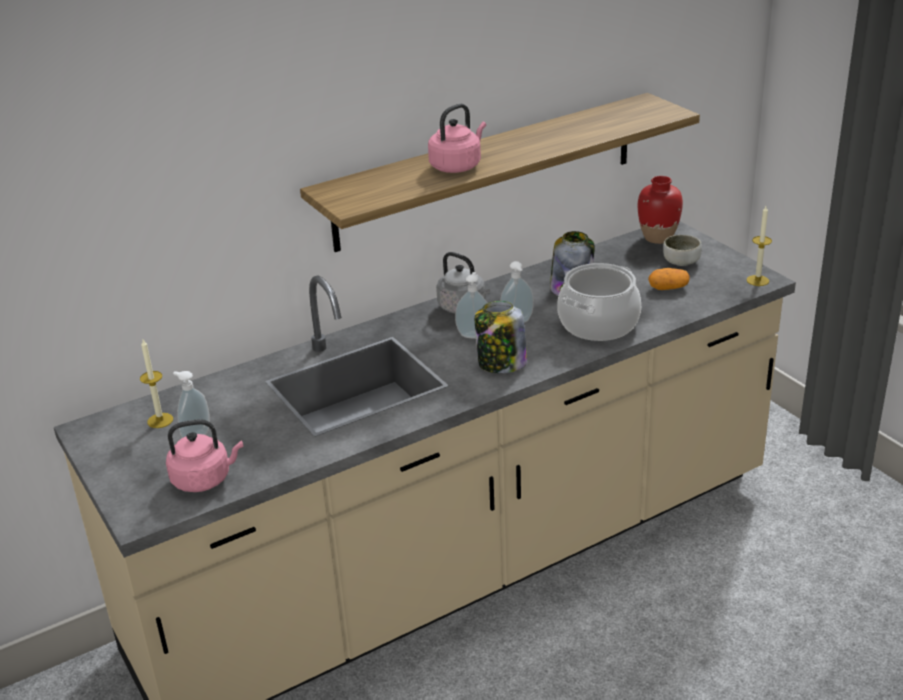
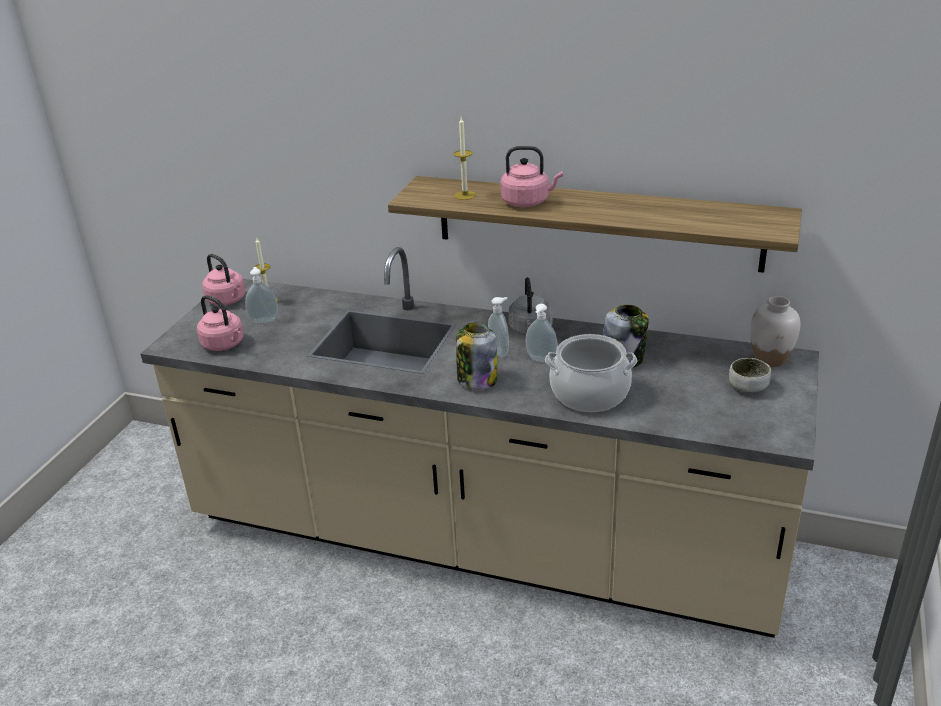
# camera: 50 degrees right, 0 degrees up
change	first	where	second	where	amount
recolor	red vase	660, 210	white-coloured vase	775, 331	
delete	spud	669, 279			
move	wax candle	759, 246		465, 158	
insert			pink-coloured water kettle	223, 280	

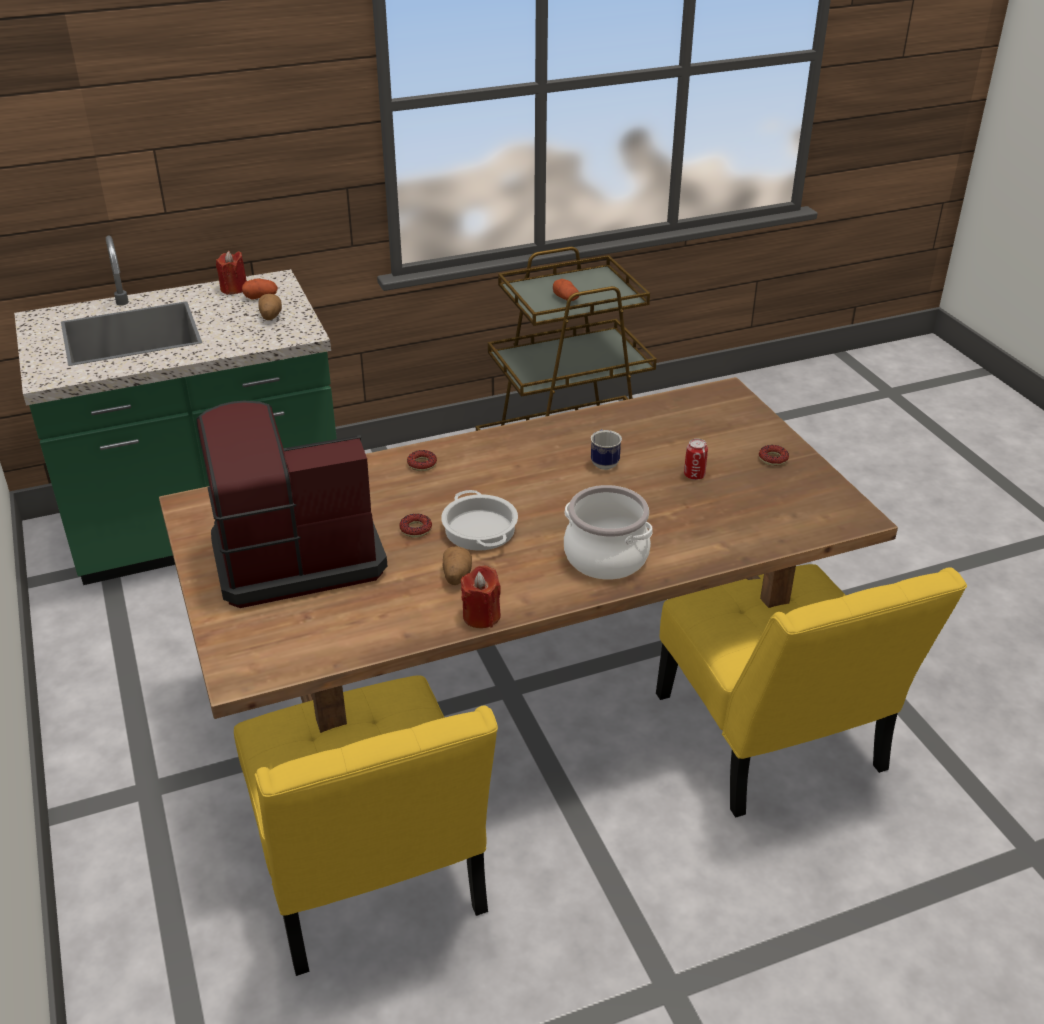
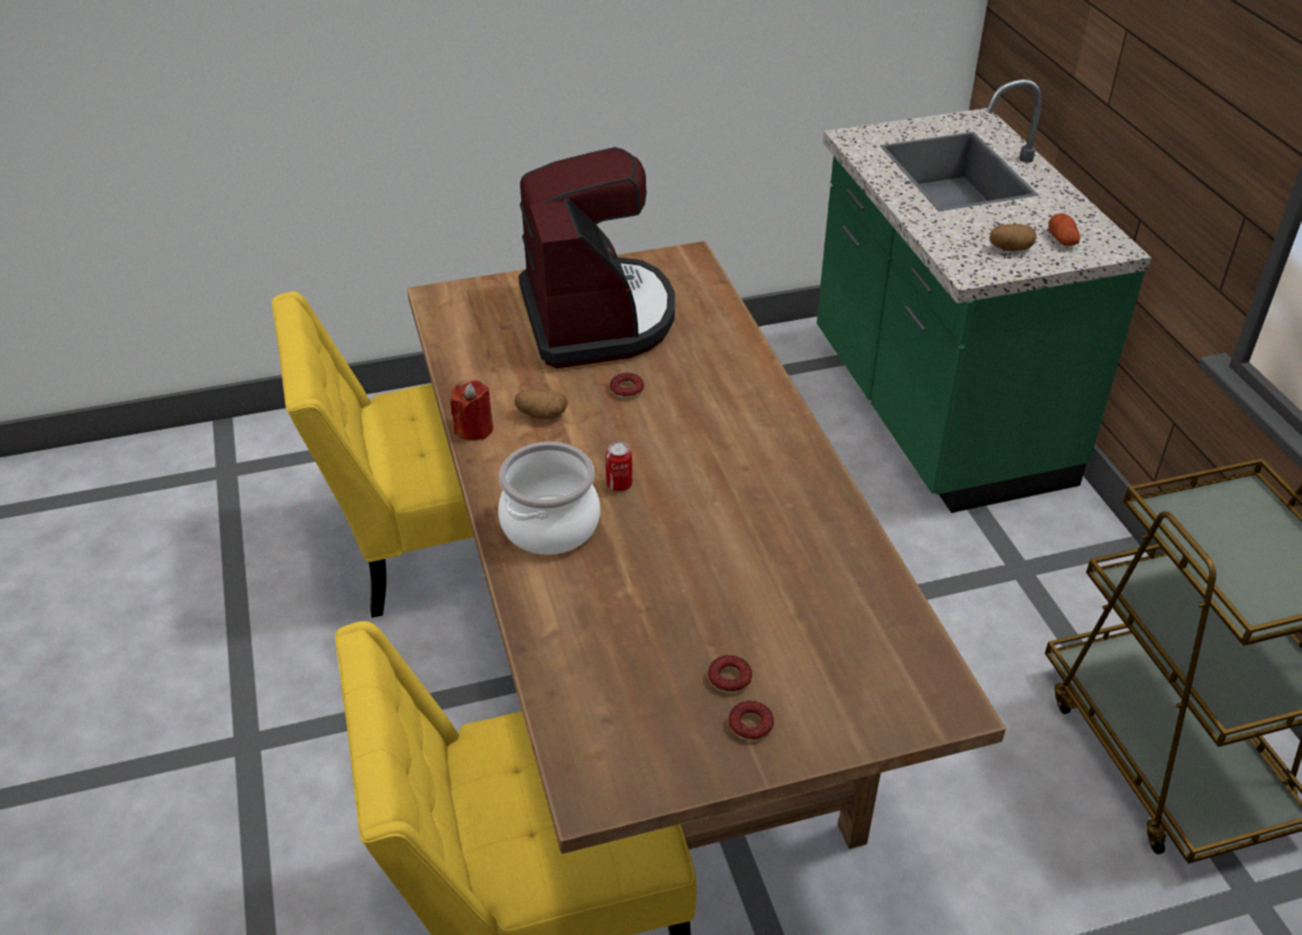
# camera: 95 degrees right, 5 degrees up
change	first	where	second	where	amount
delete	red wax candle	231, 273			
move	doughnut	422, 460		730, 674	
delete	cooking pot	479, 520			
delete	spud	566, 290			
delete	mug	606, 449			
move	metal can	696, 459		619, 466	

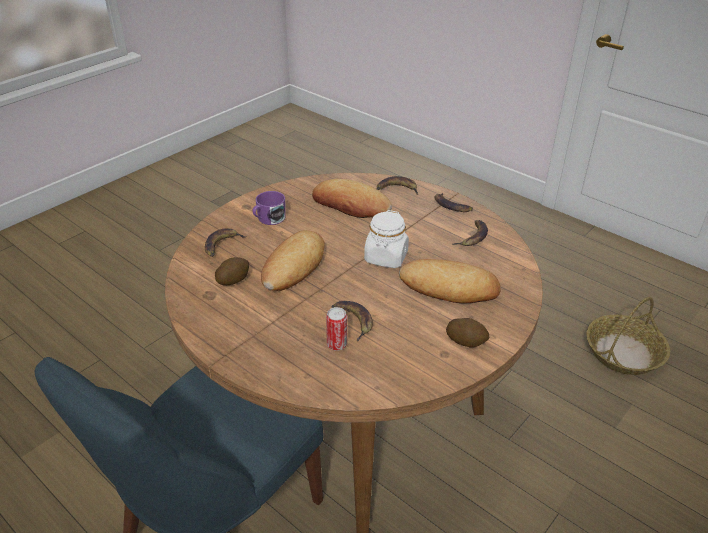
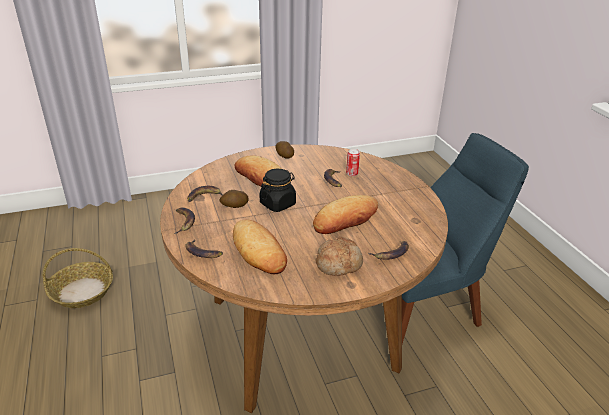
# camera: 150 degrees left, 5 degrees down
change	first	where	second	where	amount
move	spud	232, 271		234, 199	
replace	purplish mug	269, 208	baked bread	339, 256	
recolor	white-coloured storage jar	386, 239	blackish storage jar	278, 190	

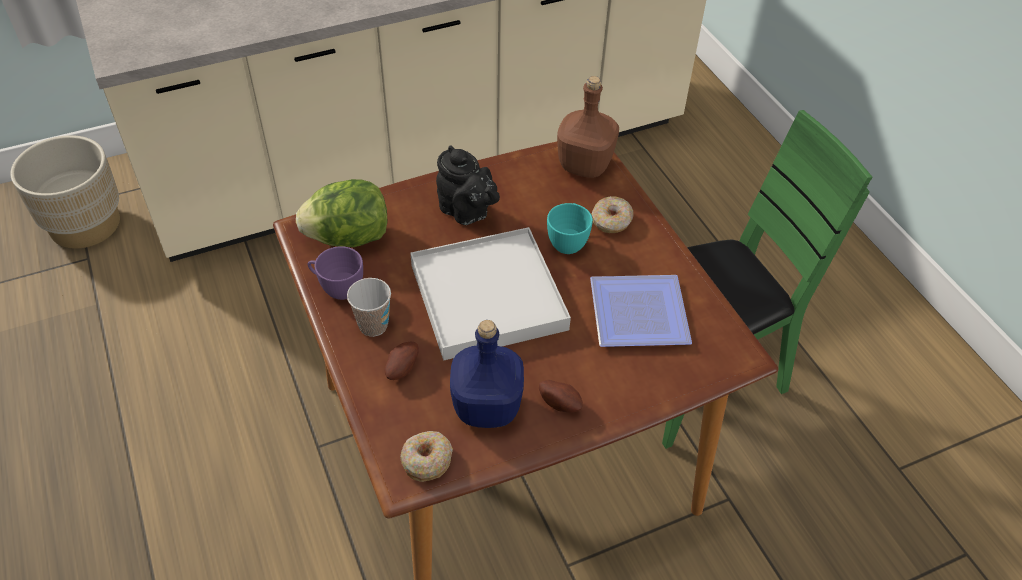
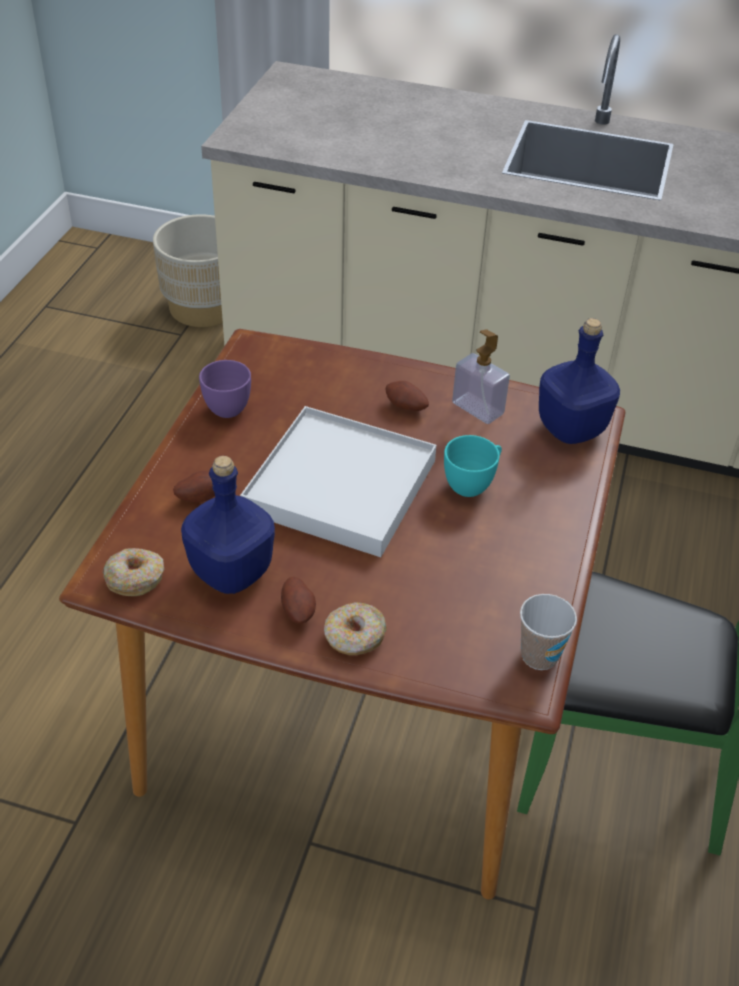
# camera: 40 degrees right, 5 degrees down
change	first	where	second	where	amount
delete	head of lettuce	341, 213			
move	cup	369, 307		548, 632	
replace	blackish pot for tea	468, 185	spud	407, 396	
recolor	brown beverage bottle	588, 127	blue beverage bottle	579, 381	
delete	flat dish	641, 311			
move	doughnut	612, 214		355, 628	
insert			liquid soap bottle	481, 376	

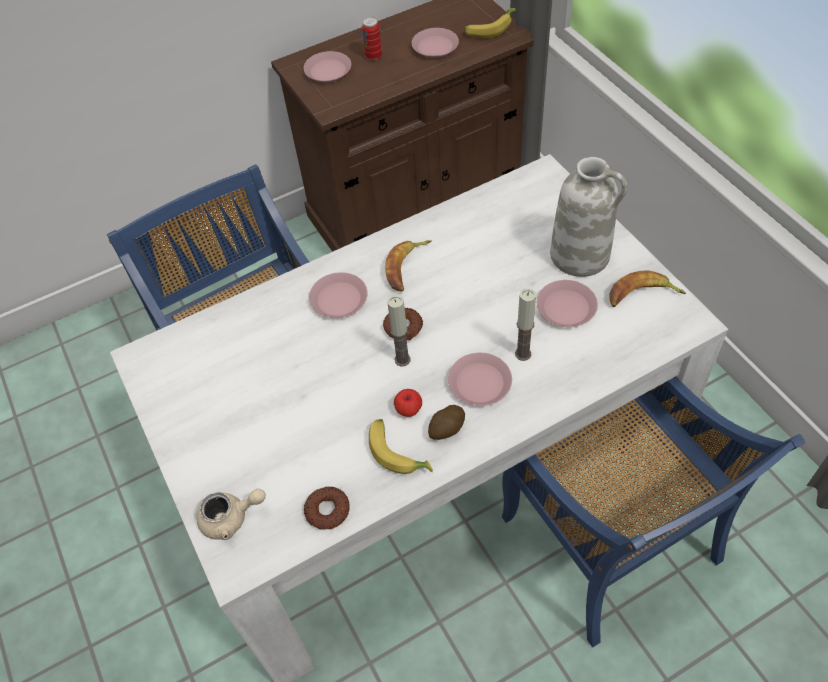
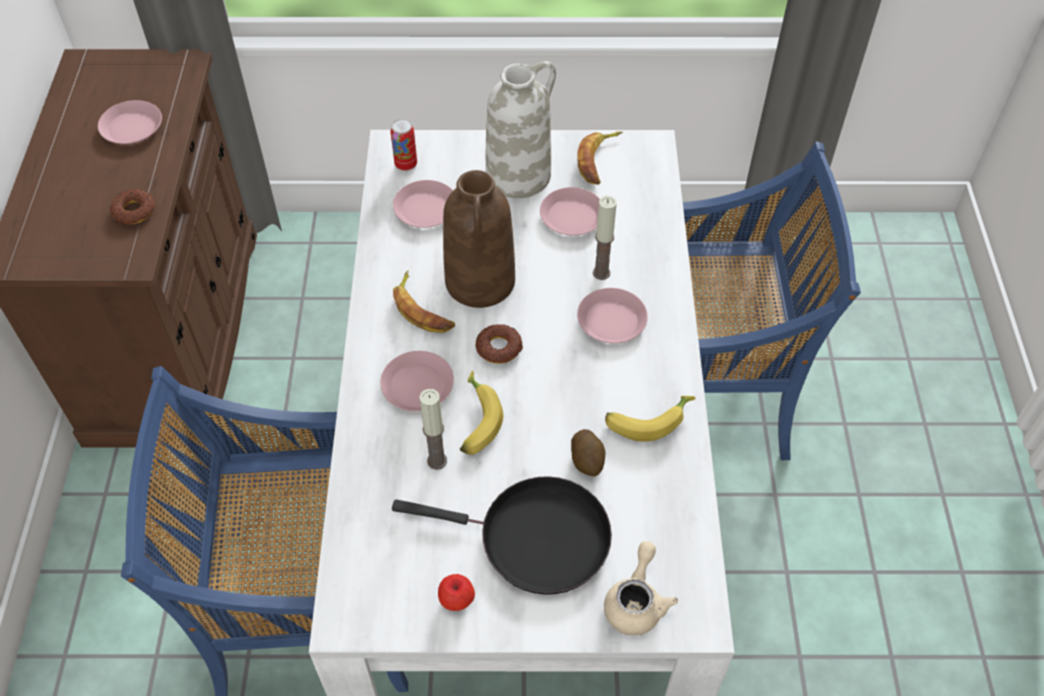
# camera: 65 degrees left, 0 degrees up
change	first	where	second	where	amount
move	pink-coloured flat dish	327, 66		423, 204	
move	doughnut	327, 508		132, 206	
move	metal can	372, 38		404, 145	
move	wax candle	399, 330		433, 429	
move	whole apple	408, 403		456, 592	
move	spud	446, 422		588, 453	
move	banana	490, 23		481, 412	
insert			blackish frying pan	502, 535	
insert			brown vase	479, 239	

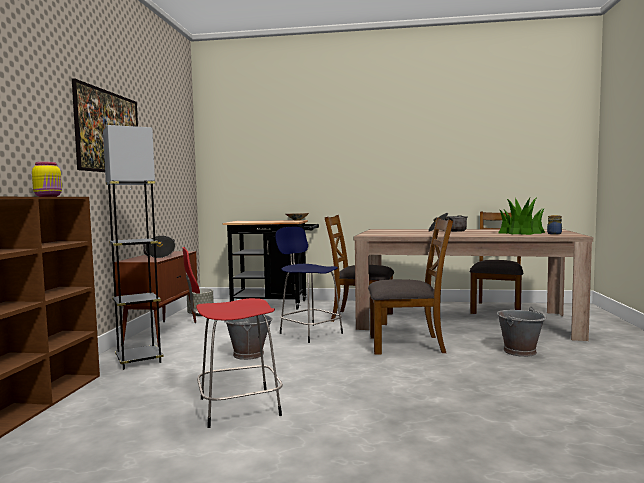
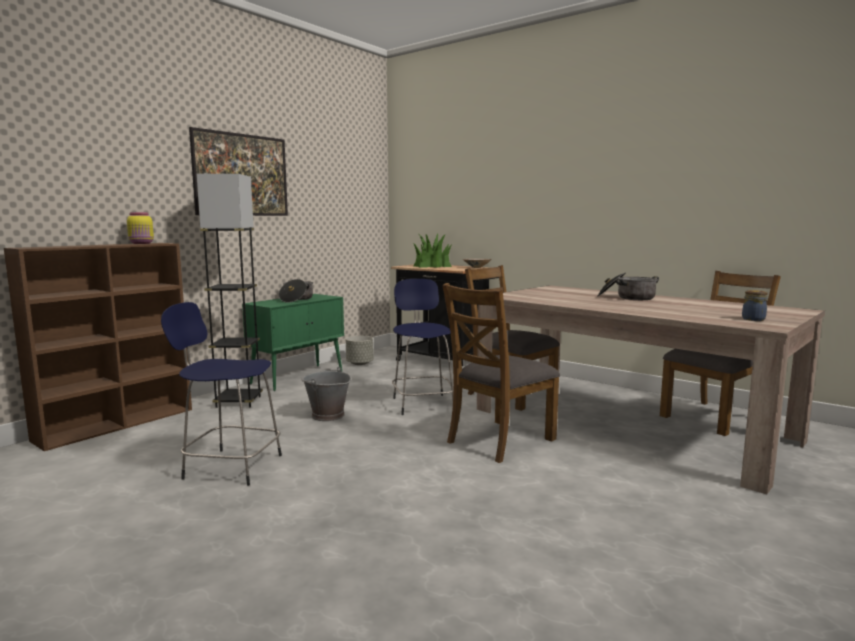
# camera: 30 degrees right, 5 degrees up
change	first	where	second	where	amount
recolor	brown storage cabinet	155, 298	green storage cabinet	293, 342	
recolor	red sitting stool	233, 337	blue sitting stool	221, 394	
rotate	brown upright chair	410, 286		501, 373	105 degrees clockwise
delete	grey bucket	521, 332			
move	houseplant	521, 216		432, 251	

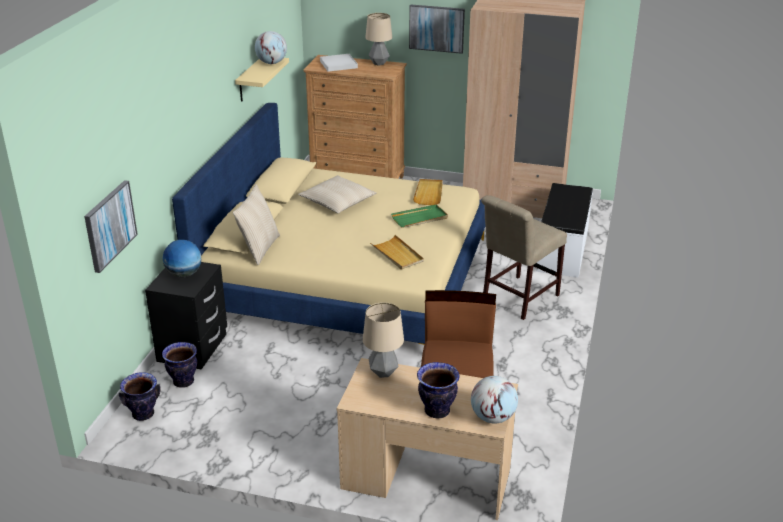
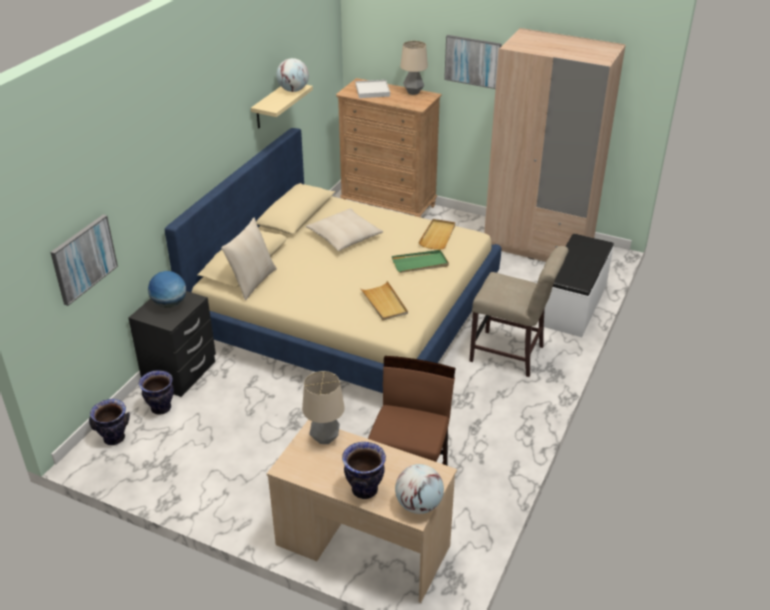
# camera: 10 degrees right, 5 degrees up
change	first	where	second	where	amount
rotate	beige upright chair	524, 257		518, 311	120 degrees counterclockwise

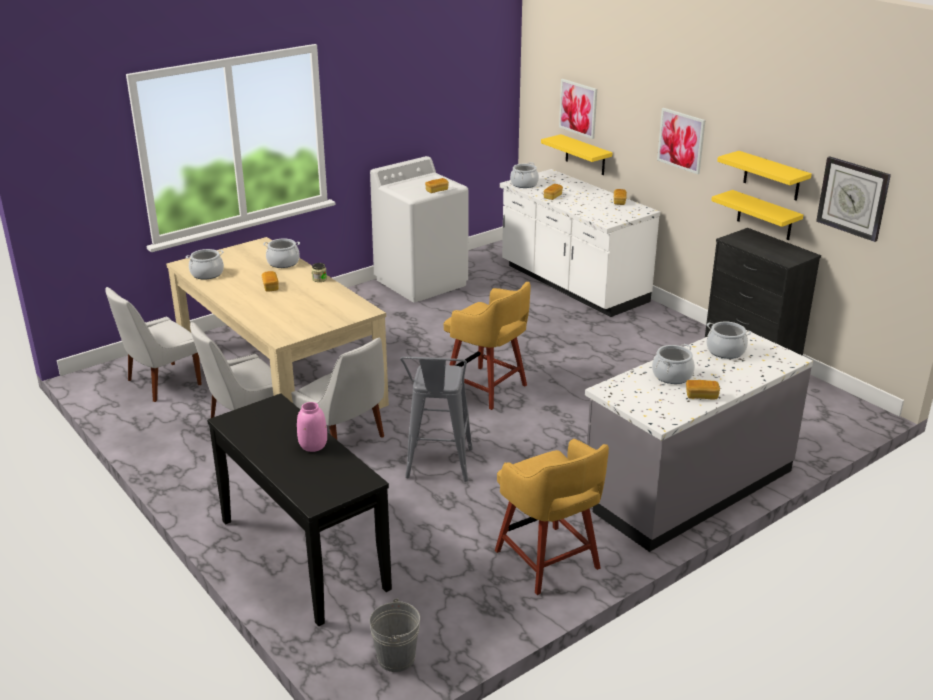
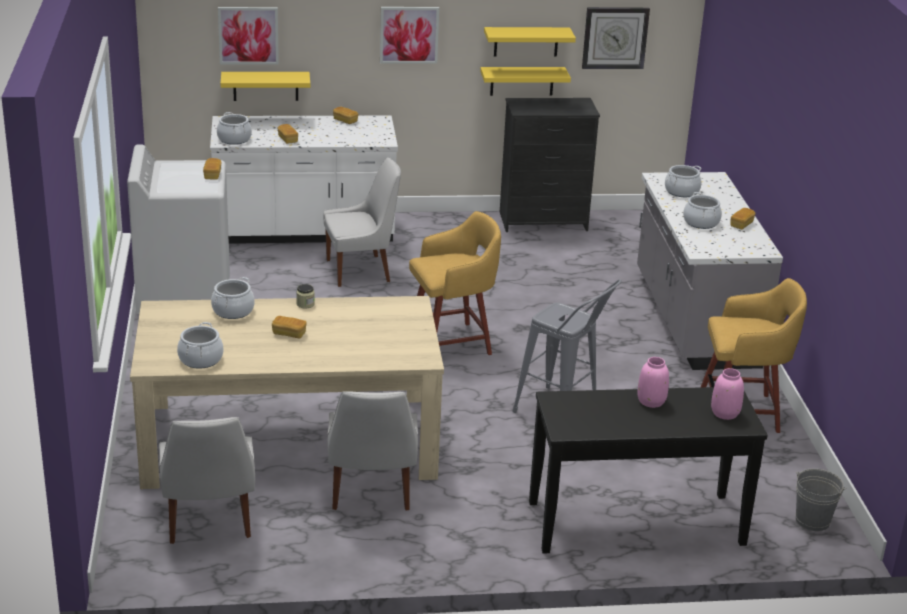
# camera: 60 degrees left, 0 degrees up
change	first	where	second	where	amount
move	white-coloured upright chair	337, 388		362, 222	
insert			pink-coloured vase	727, 394	

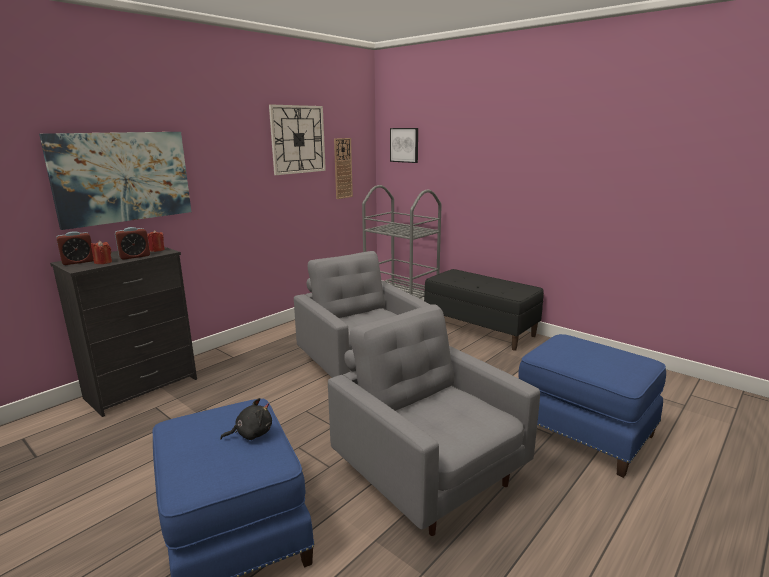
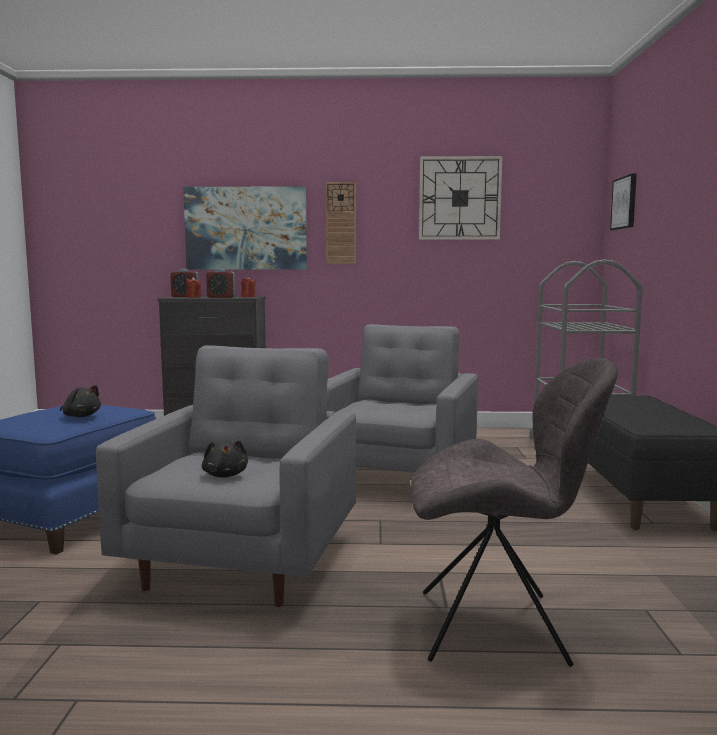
# camera: 50 degrees right, 10 degrees down
change	first	where	second	where	amount
move	hanging clock	343, 168		341, 223	
replace	blue ottoman	592, 406	grey upright chair	514, 512	
insert			blackish cuddly toy	225, 459	

